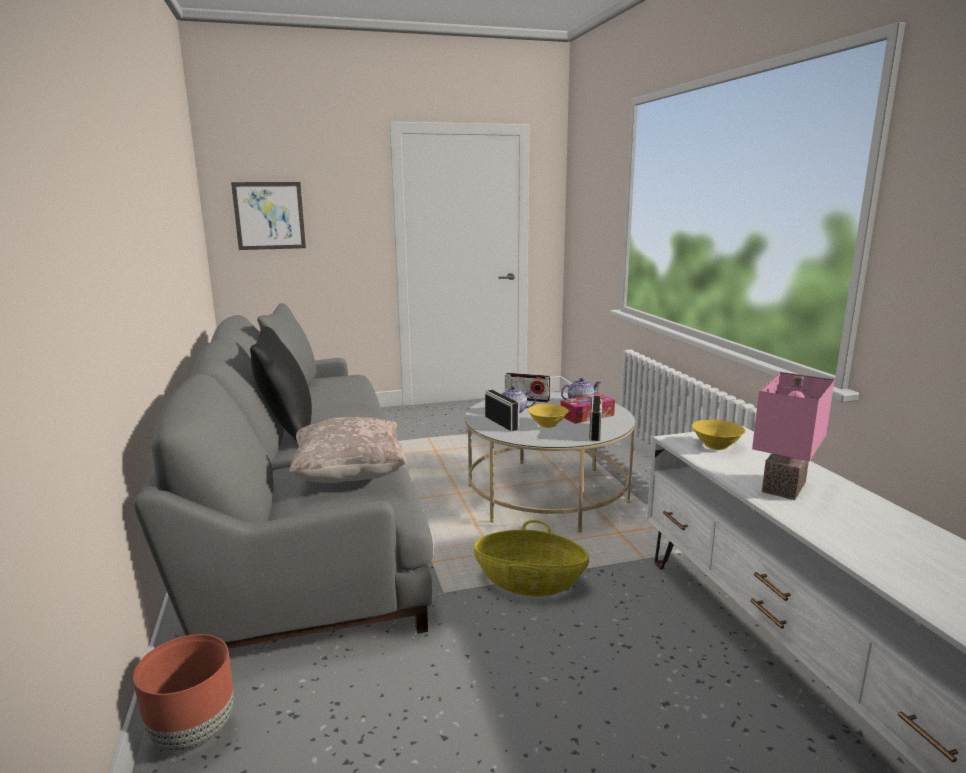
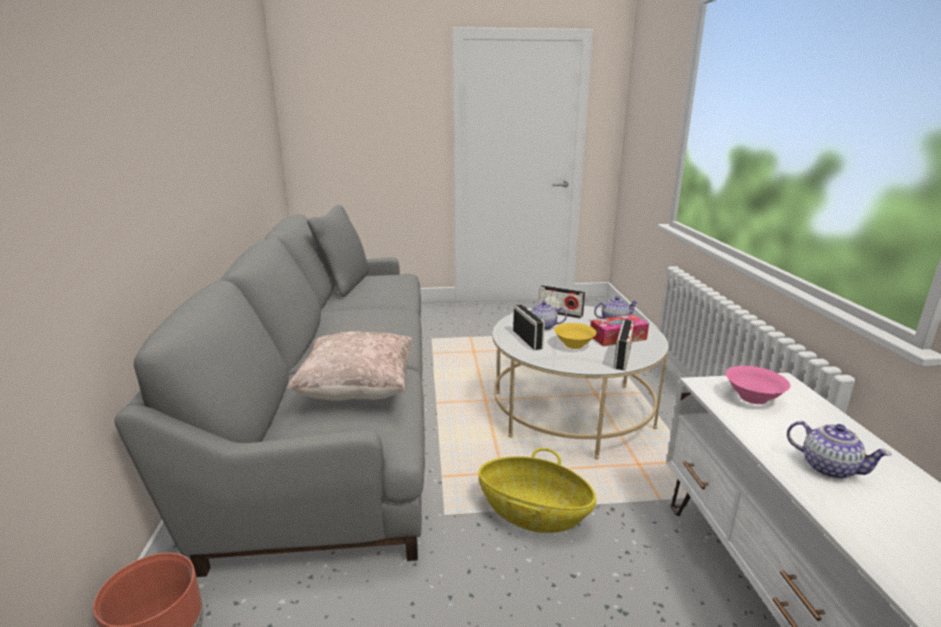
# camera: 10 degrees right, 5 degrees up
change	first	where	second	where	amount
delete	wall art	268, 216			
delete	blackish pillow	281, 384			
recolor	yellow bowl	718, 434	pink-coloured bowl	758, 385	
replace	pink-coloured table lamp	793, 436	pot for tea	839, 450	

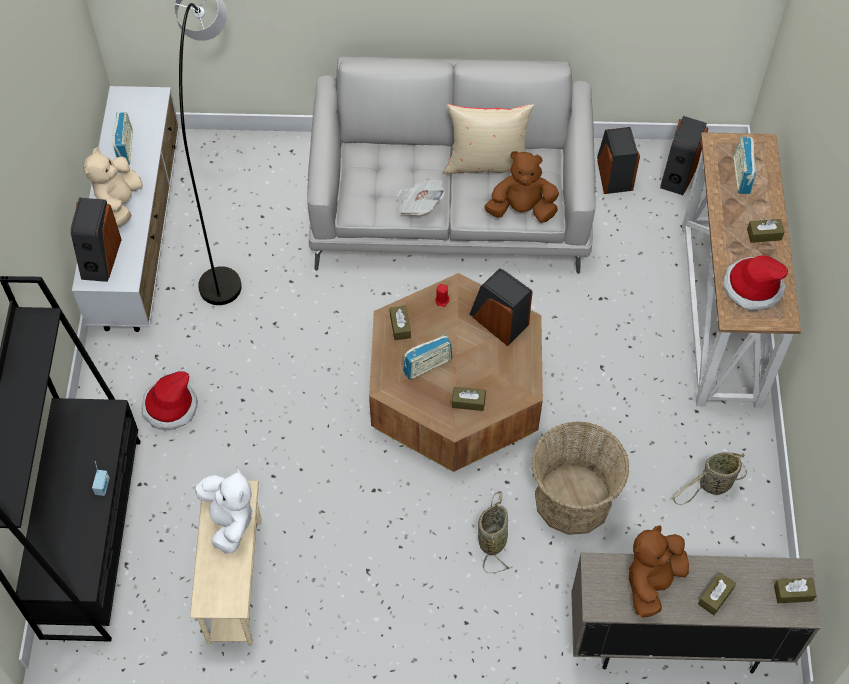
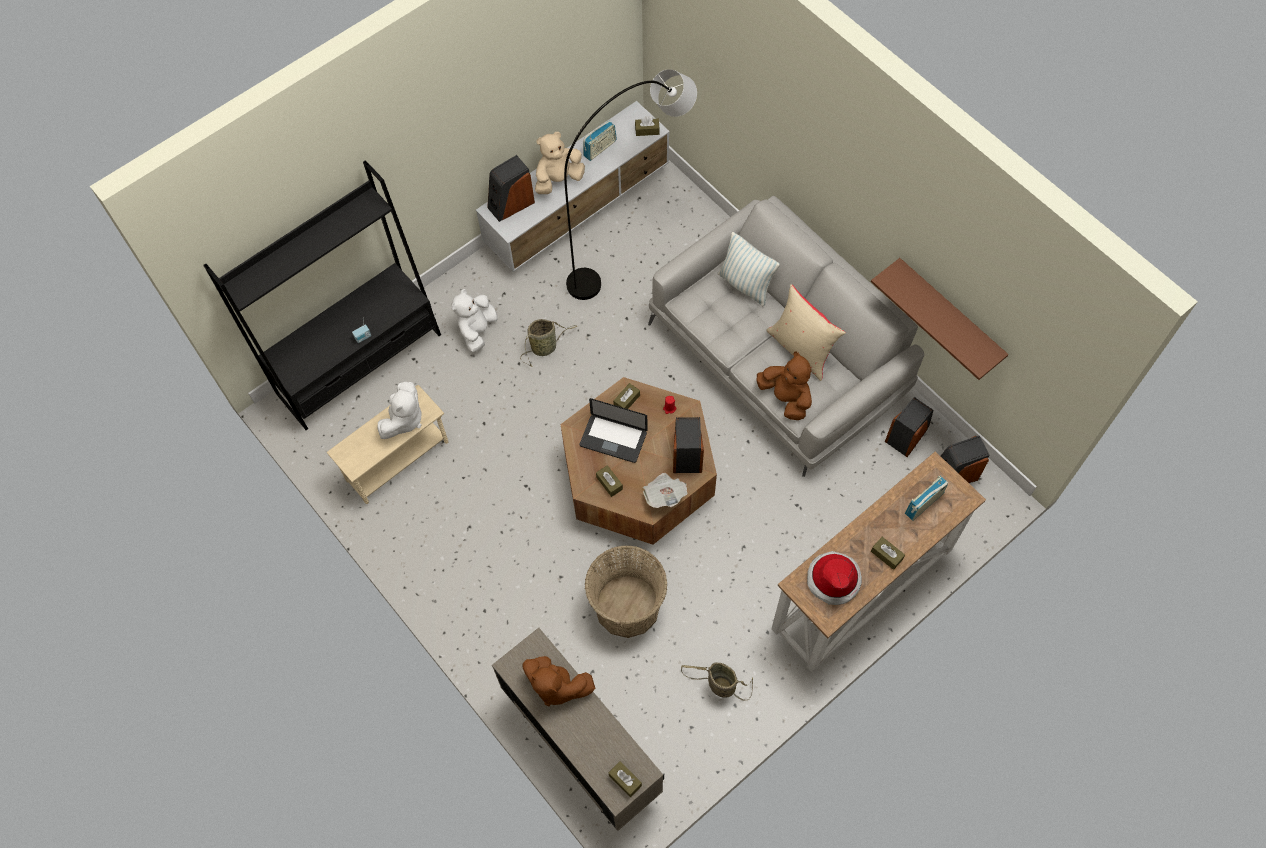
# camera: 50 degrees right, 5 degrees up
change	first	where	second	where	amount
replace	hat	170, 401	white-coloured cuddly toy	475, 320	
move	newspaper	421, 197		665, 490	
replace	radio	428, 357	notebook computer	614, 430	
move	storage basket	494, 532		548, 343	
rotate	brown cuddly toy	659, 571		559, 681	150 degrees counterclockwise
move	brown box of tissues	717, 593		647, 126	
insert			pillow	749, 269	
insert			brown bracket shelf	939, 319	

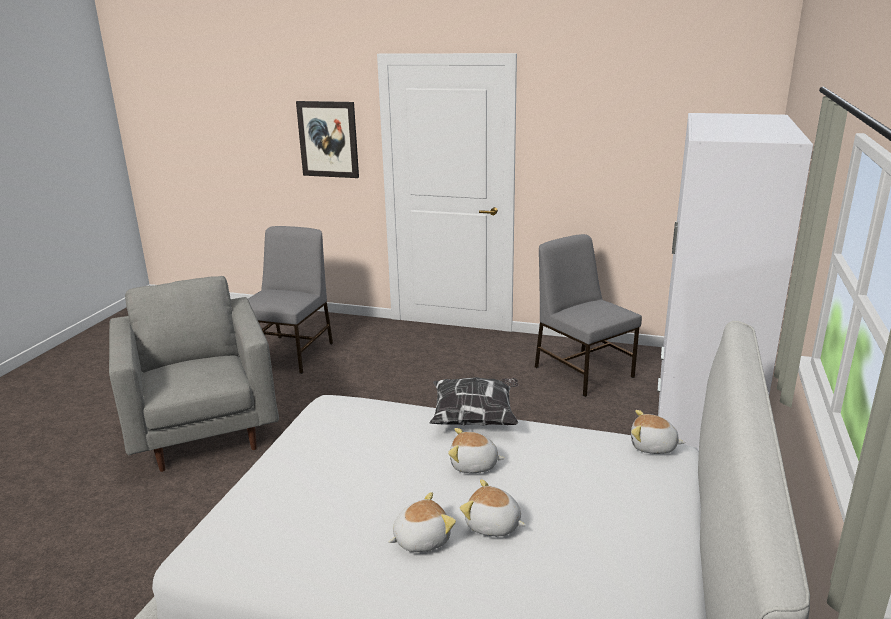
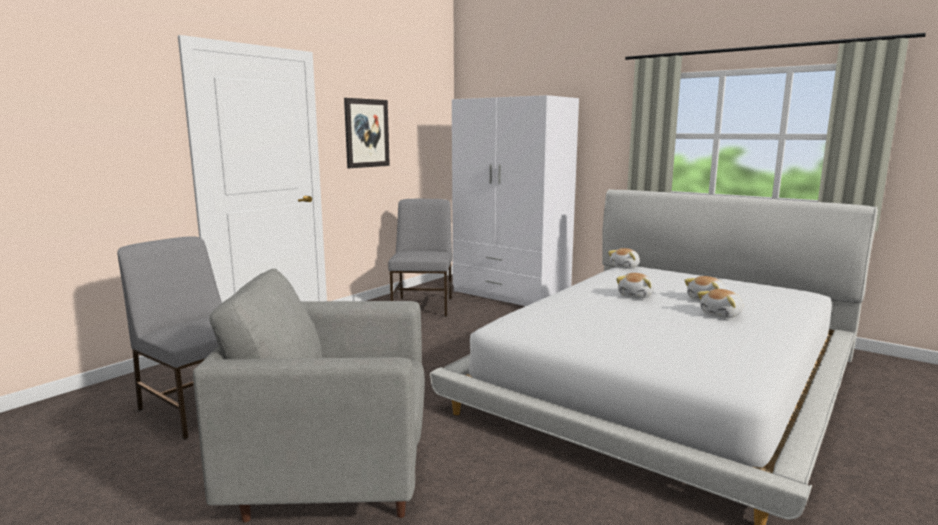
# camera: 70 degrees left, 10 degrees down
change	first	where	second	where	amount
move	wall art	327, 139		367, 133	
rotate	cuddly toy	422, 522		720, 303	120 degrees counterclockwise
delete	pillow	474, 401			
rotate	grey upright chair	588, 315		420, 258	105 degrees clockwise

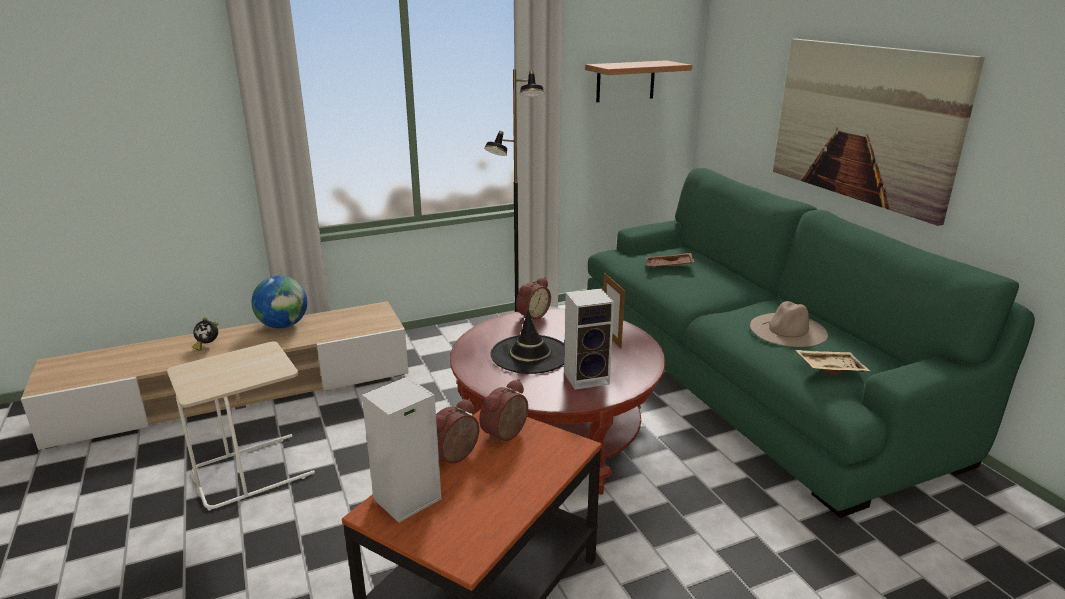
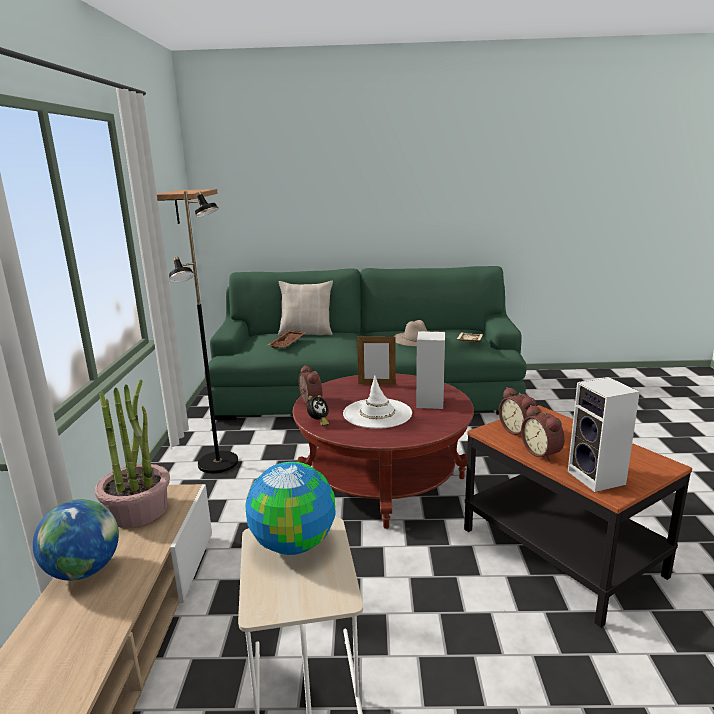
# camera: 65 degrees left, 5 degrees down
change	first	where	second	where	amount
move	bedside clock	205, 334		318, 410	
recolor	blackish hat	528, 342	white-coloured hat	377, 402	
delete	wall art	879, 132			
insert			houseplant	132, 454	
insert			globe	290, 508	
insert			beige pillow	305, 308	

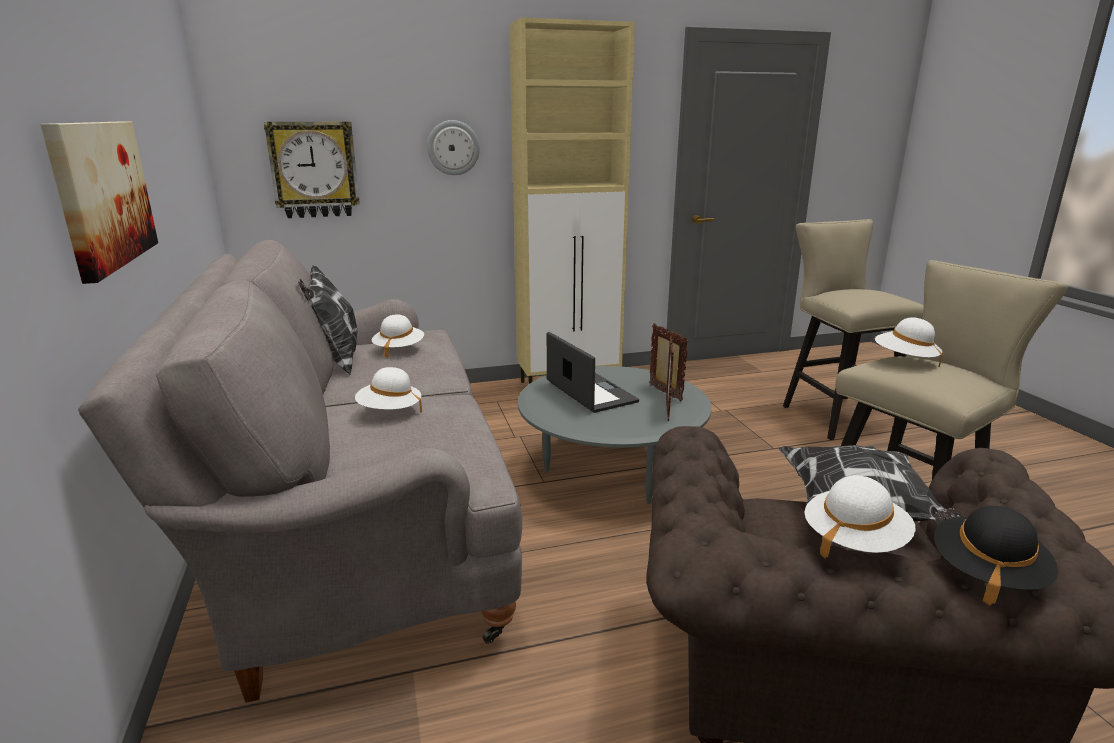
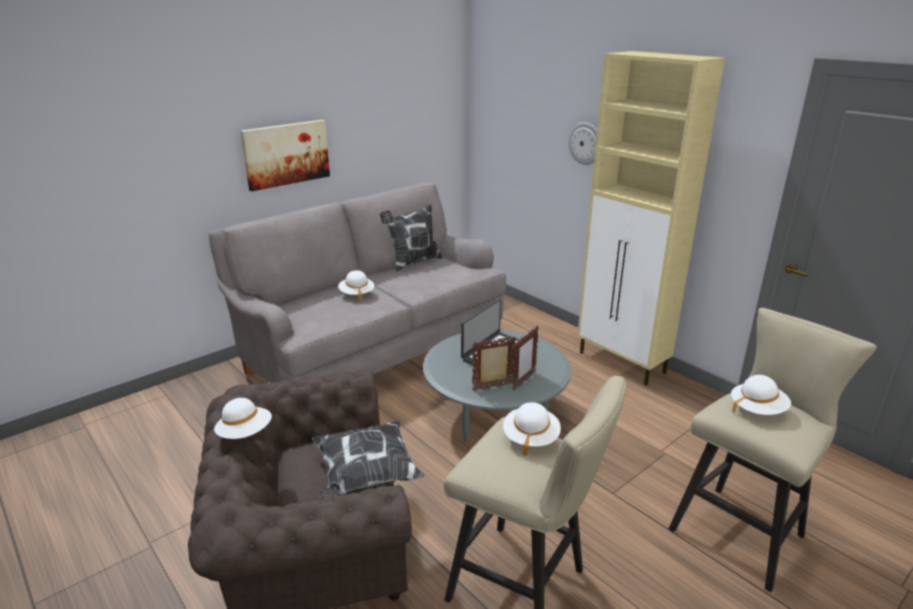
# camera: 65 degrees right, 5 degrees up
change	first	where	second	where	amount
delete	hanging clock	312, 170			
move	white-coloured hat	398, 336		761, 395	
delete	blackish hat	996, 556			

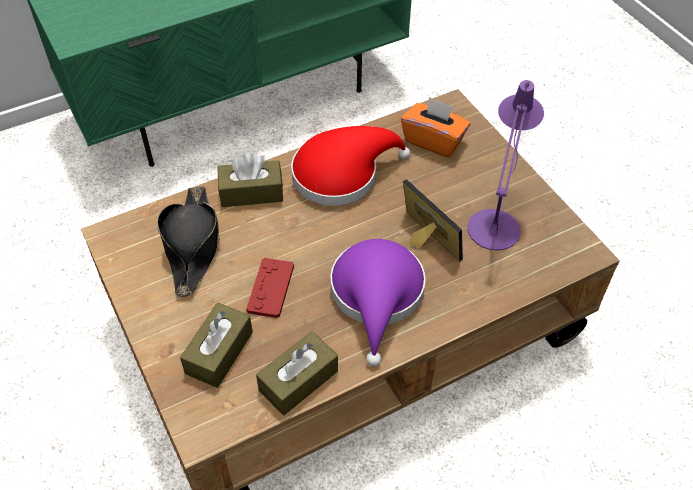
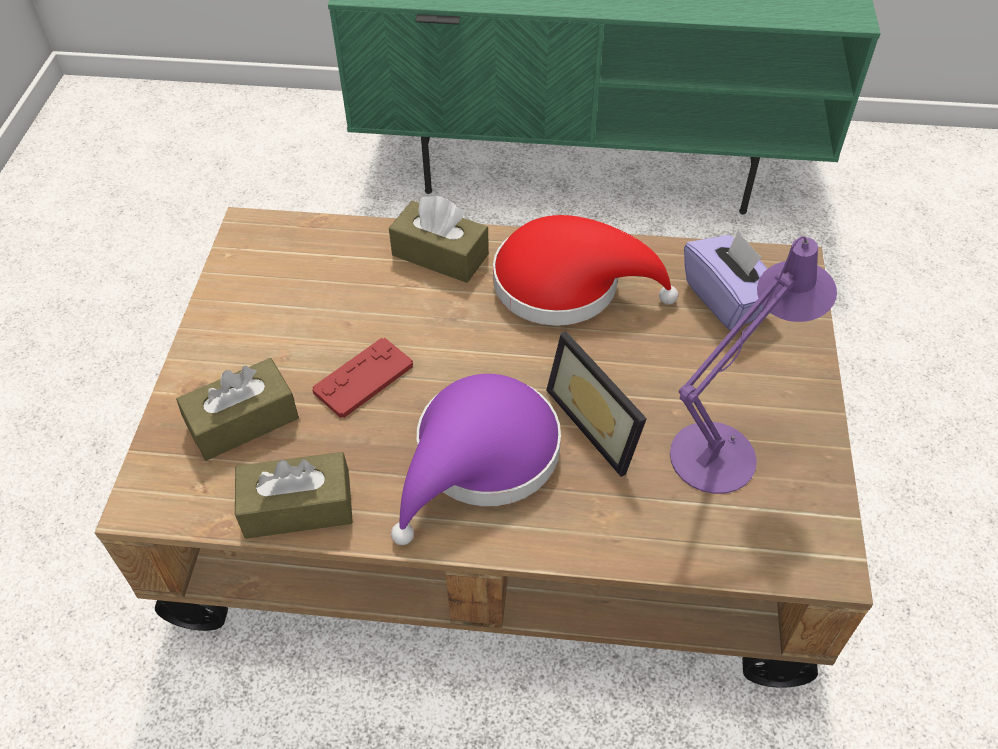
# camera: 35 degrees right, 0 degrees up
change	first	where	second	where	amount
delete	blackish hat	188, 241			
recolor	orange box of tissues	435, 127	purplish box of tissues	726, 280	
rotate	picture frame	433, 220		596, 404	150 degrees clockwise

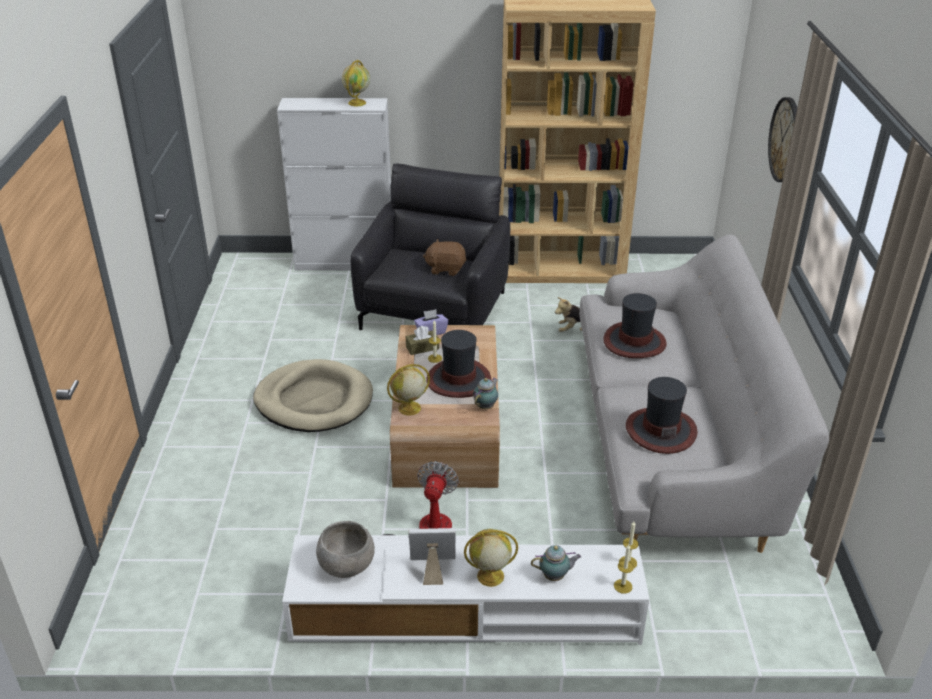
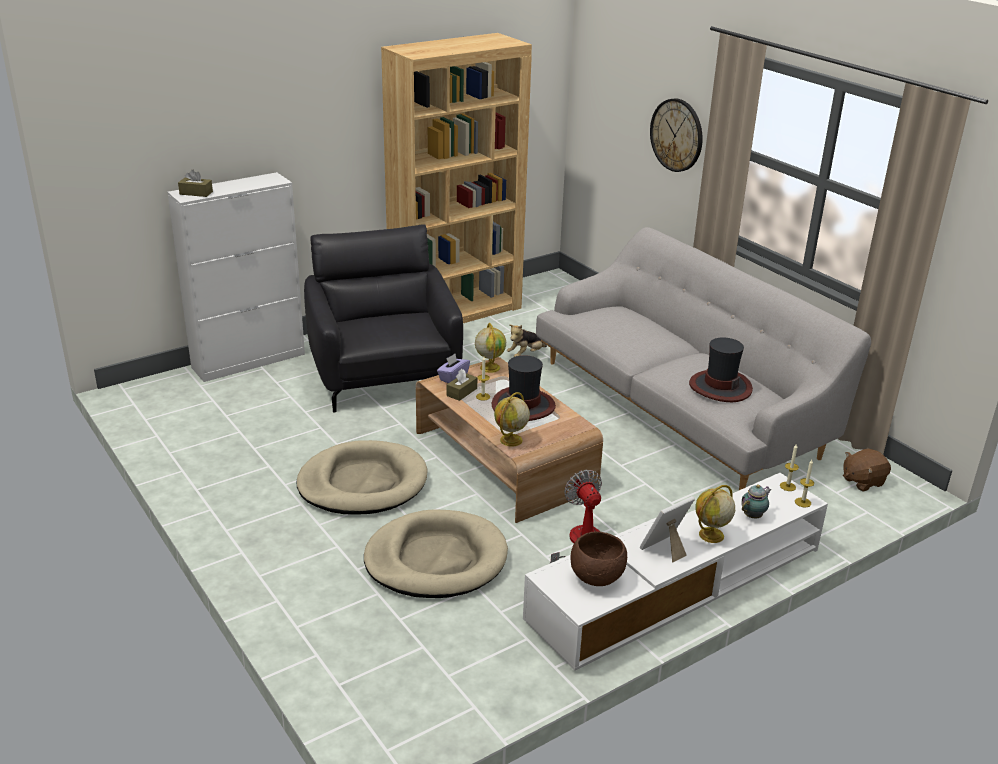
# camera: 35 degrees left, 5 degrees down
change	first	where	second	where	amount
recolor	grey bowl	345, 549	brown bowl	598, 558	
move	globe	356, 83		490, 348	
move	brown cuddly toy	445, 257		867, 470	
delete	pot for tea	485, 393			
delete	hat	635, 325			
insert			brown box of tissues	195, 183	
insert			beige dog cushion	436, 553	

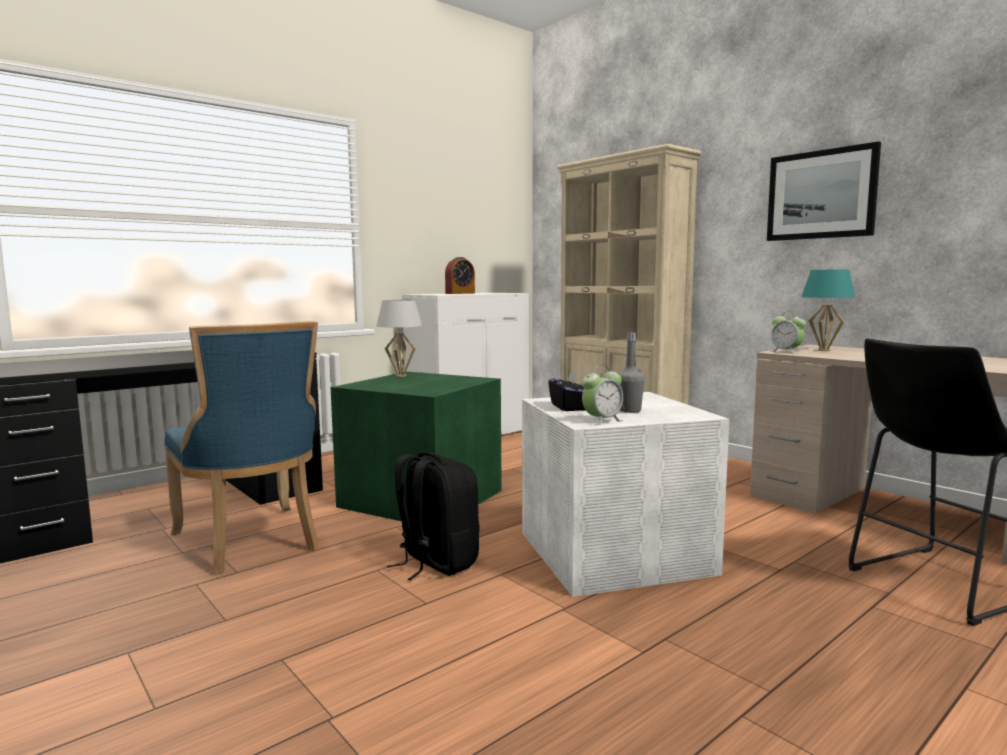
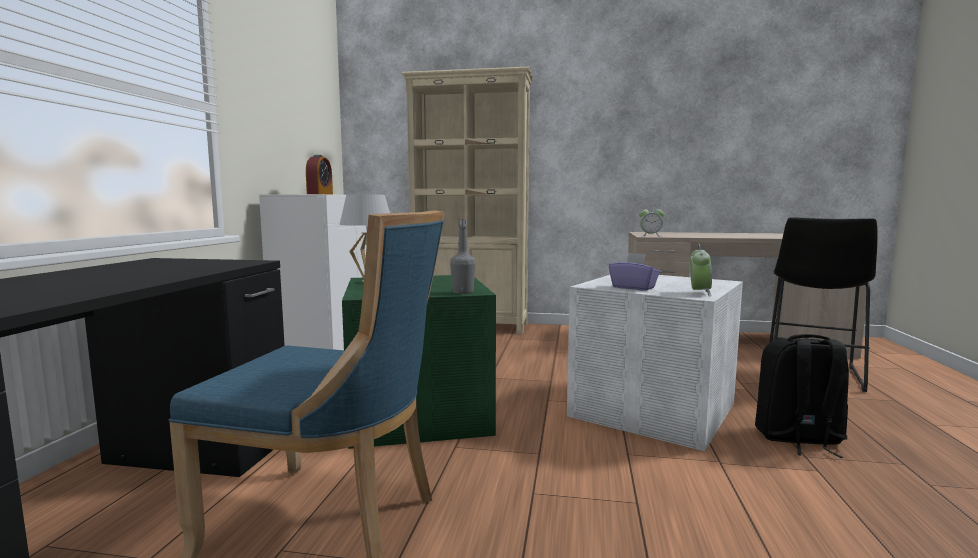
# camera: 40 degrees left, 0 degrees up
change	first	where	second	where	amount
move	blackish rucksack	433, 516		802, 396	
recolor	blackish box of tissues	566, 390	purplish box of tissues	634, 271	
move	grey beverage bottle	631, 372		463, 256	
delete	wall art	824, 191			
delete	turquoise-coloured table lamp	828, 310			

